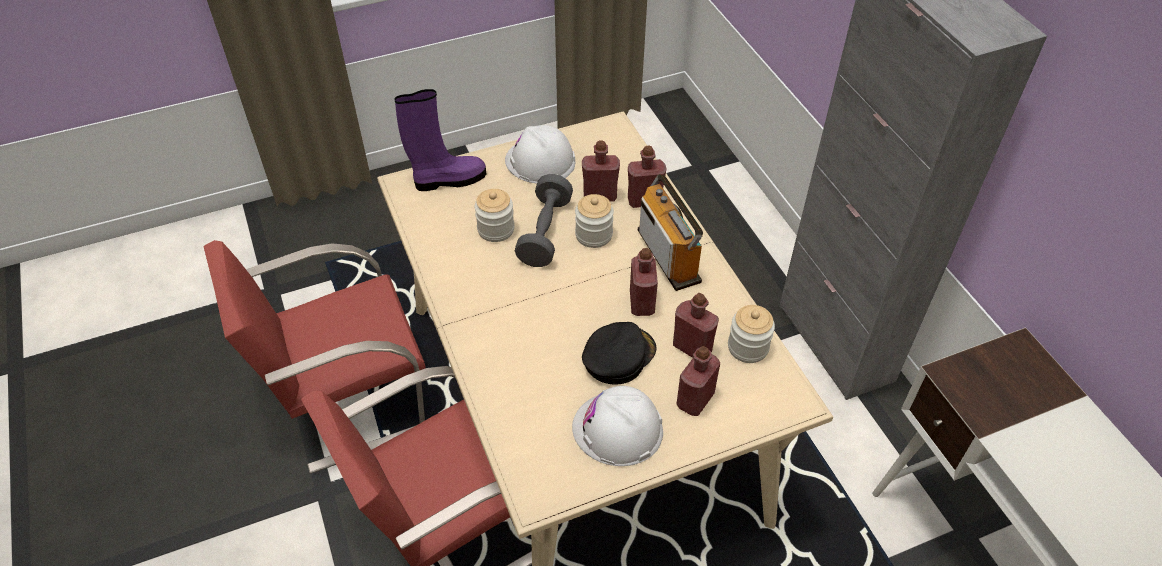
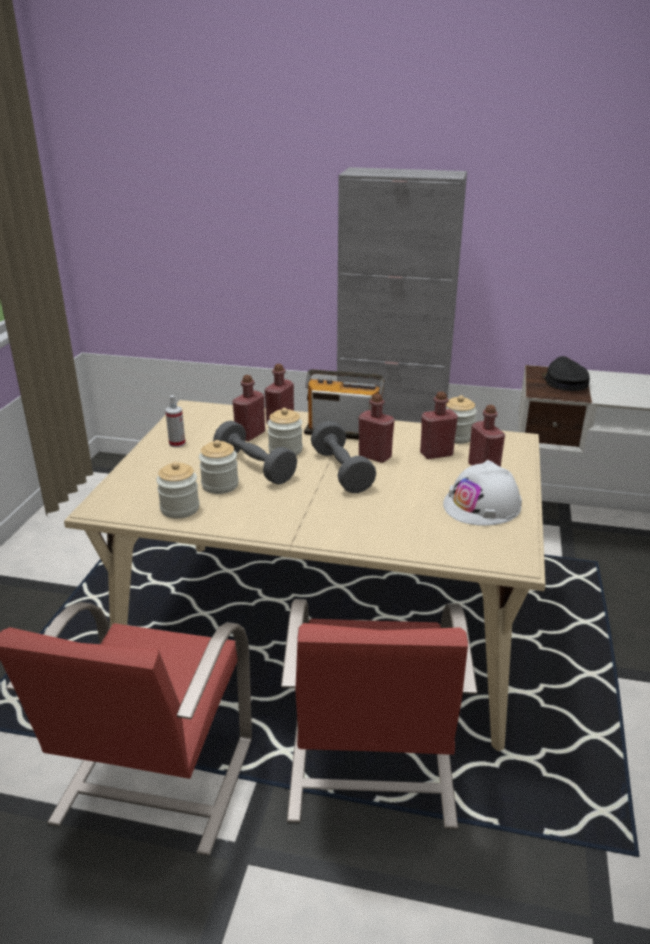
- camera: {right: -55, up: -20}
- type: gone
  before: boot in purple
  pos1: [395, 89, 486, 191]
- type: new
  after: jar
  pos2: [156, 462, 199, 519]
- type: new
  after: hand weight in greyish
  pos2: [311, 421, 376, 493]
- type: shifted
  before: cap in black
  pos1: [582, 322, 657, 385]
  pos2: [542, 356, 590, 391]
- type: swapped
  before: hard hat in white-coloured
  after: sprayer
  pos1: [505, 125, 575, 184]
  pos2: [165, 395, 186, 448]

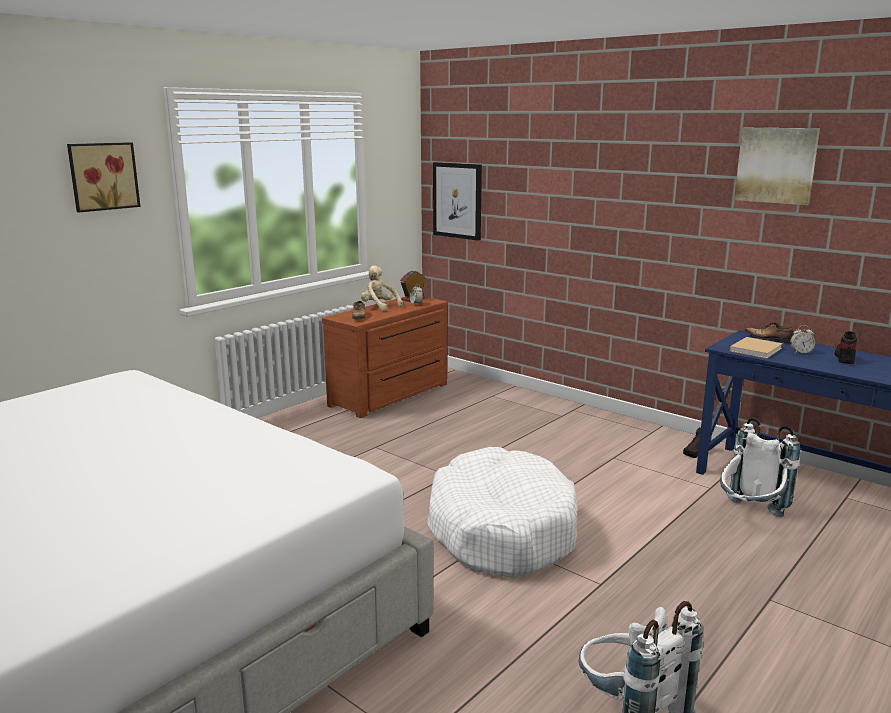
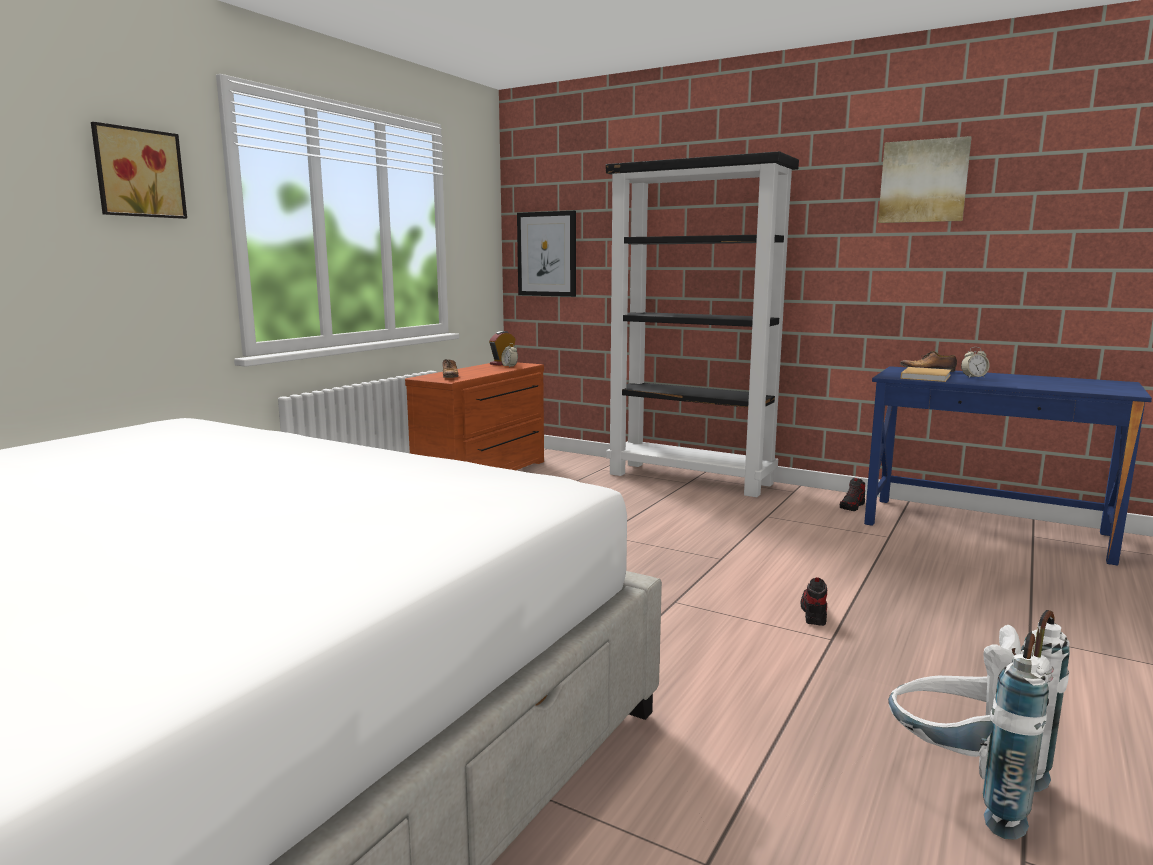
- camera: {right: -10, up: -5}
- type: gone
  before: soft toy in sand-coloured
  pos1: [361, 266, 403, 311]
- type: gone
  before: pet bed in white-coloured
  pos1: [427, 447, 577, 578]
- type: gone
  before: rucksack in white-coloured
  pos1: [720, 417, 800, 517]
- type: new
  after: bookcase in black
  pos2: [606, 151, 799, 497]
- type: shifted
  before: item of footwear
  pos1: [835, 331, 857, 364]
  pos2: [801, 577, 827, 626]

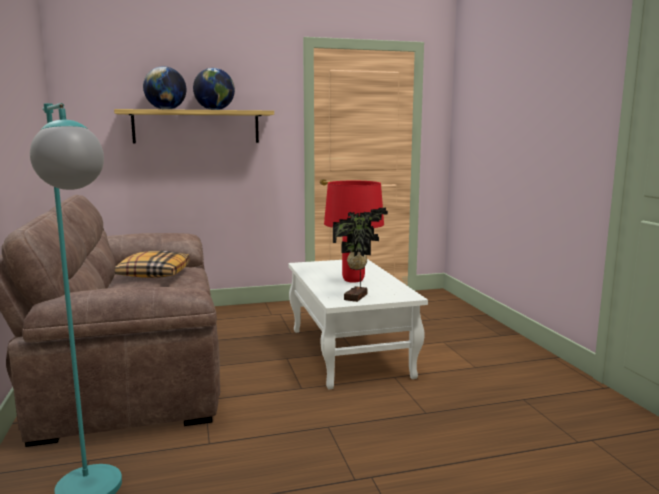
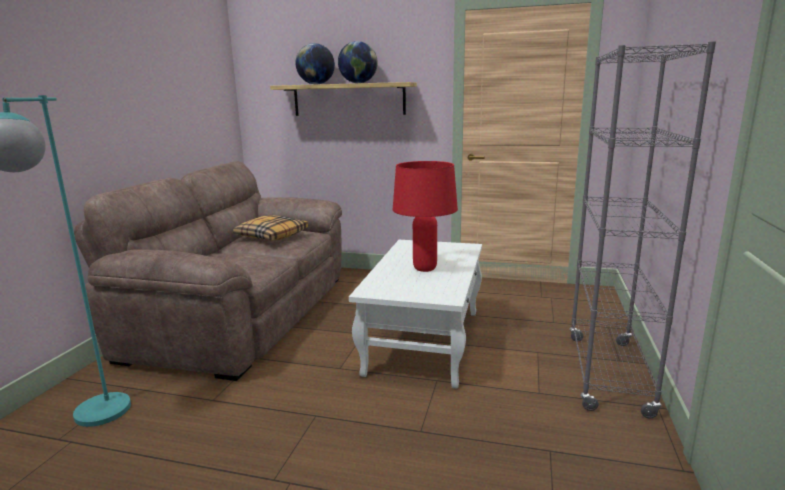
- camera: {right: 30, up: 5}
- type: gone
  before: potted plant
  pos1: [333, 208, 388, 302]
- type: new
  after: bookcase in greyish
  pos2: [569, 41, 716, 418]

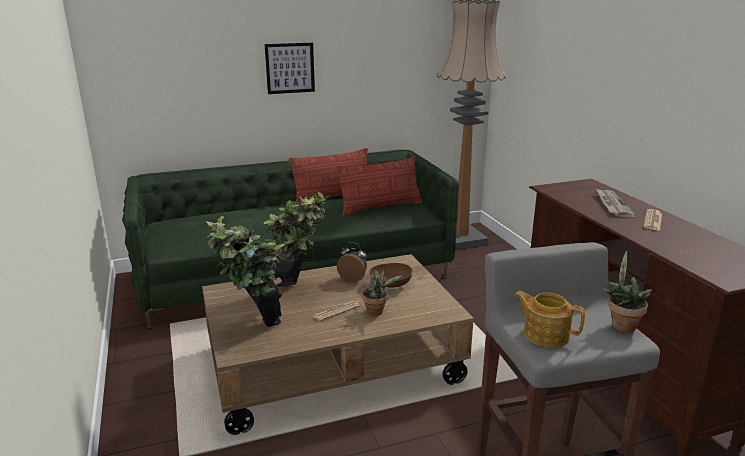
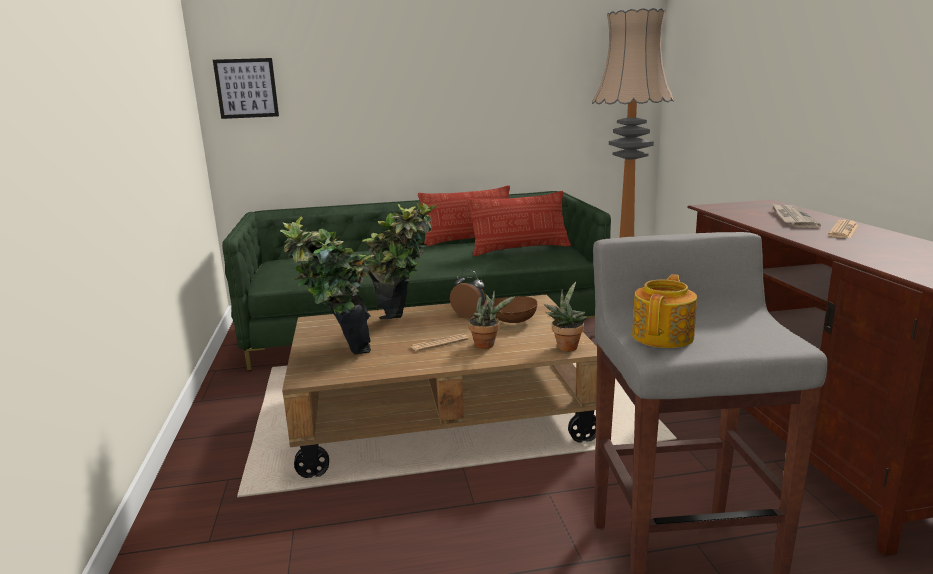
- camera: {right: 10, up: -5}
- type: shifted
  before: picture
  pos1: [265, 43, 315, 94]
  pos2: [213, 58, 279, 119]
- type: shifted
  before: potted plant
  pos1: [602, 251, 653, 333]
  pos2: [544, 282, 588, 351]
- type: rotated
  before: teapot
  pos1: [514, 291, 585, 347]
  pos2: [632, 274, 697, 348]
  turn: 75

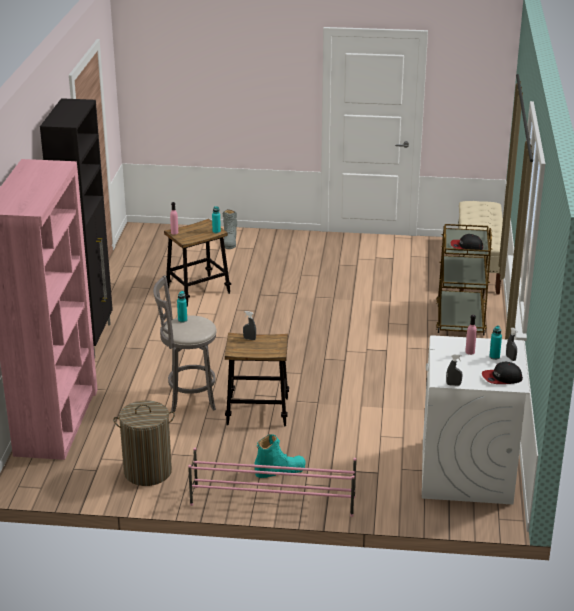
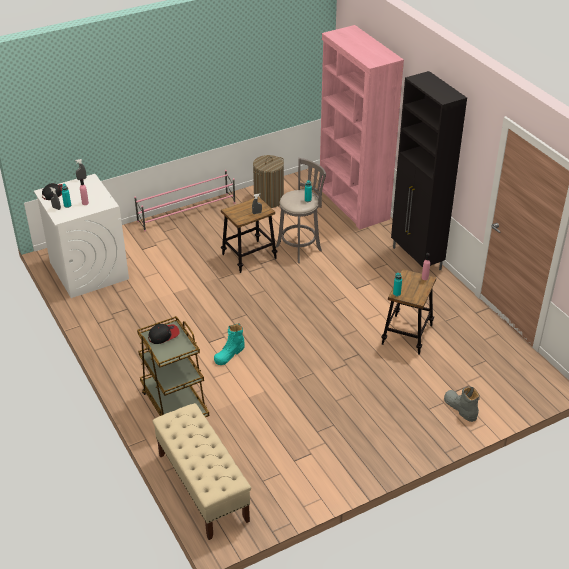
- camera: {right: 145, up: 10}
- type: shifted
  before: boot in blue-green
  pos1: [254, 434, 306, 478]
  pos2: [214, 324, 245, 365]

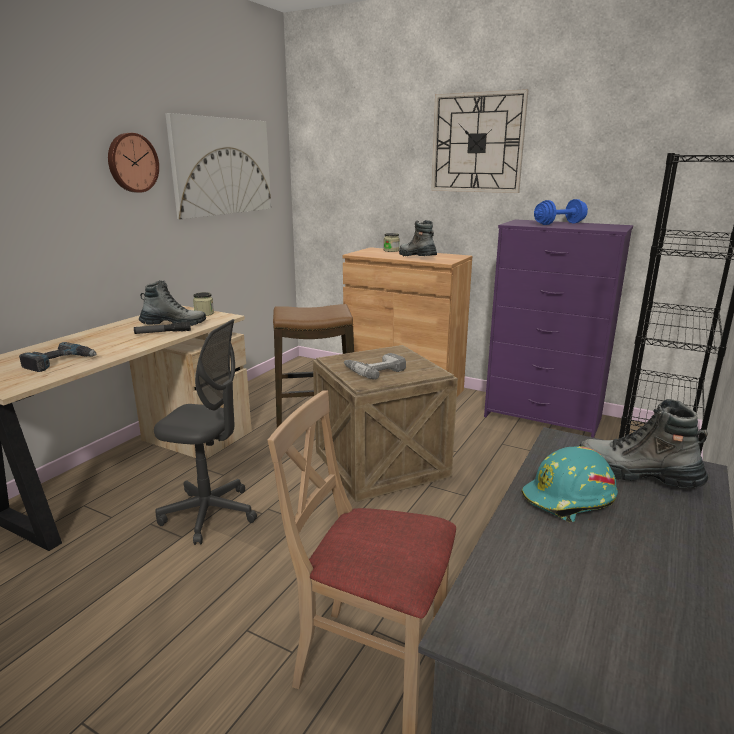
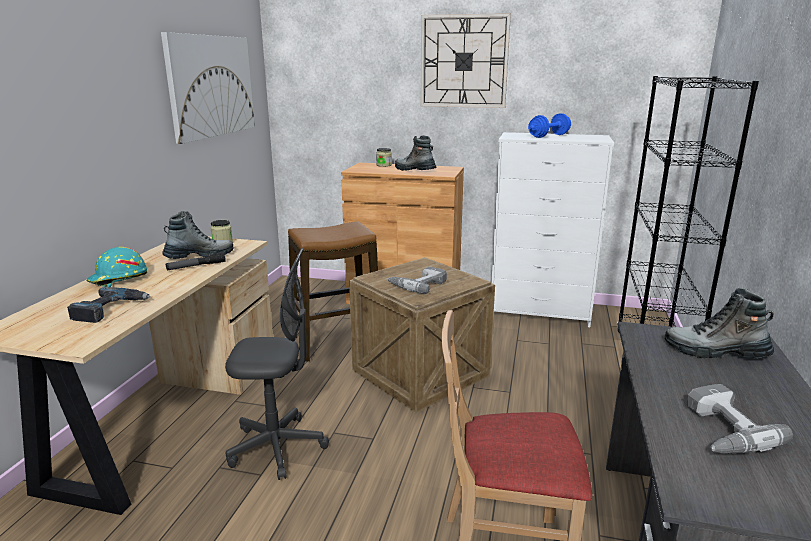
- camera: {right: -15, up: 0}
- type: gone
  before: clock on the wall
  pos1: [108, 133, 159, 193]
- type: new
  after: power drill
  pos2: [686, 384, 793, 454]
- type: shifted
  before: hard hat in blue-green
  pos1: [521, 446, 618, 522]
  pos2: [87, 247, 147, 287]
- type: repainted
  before: chest of drawers in purple
  after: chest of drawers in white-coloured
  pos1: [484, 219, 633, 438]
  pos2: [491, 132, 614, 327]

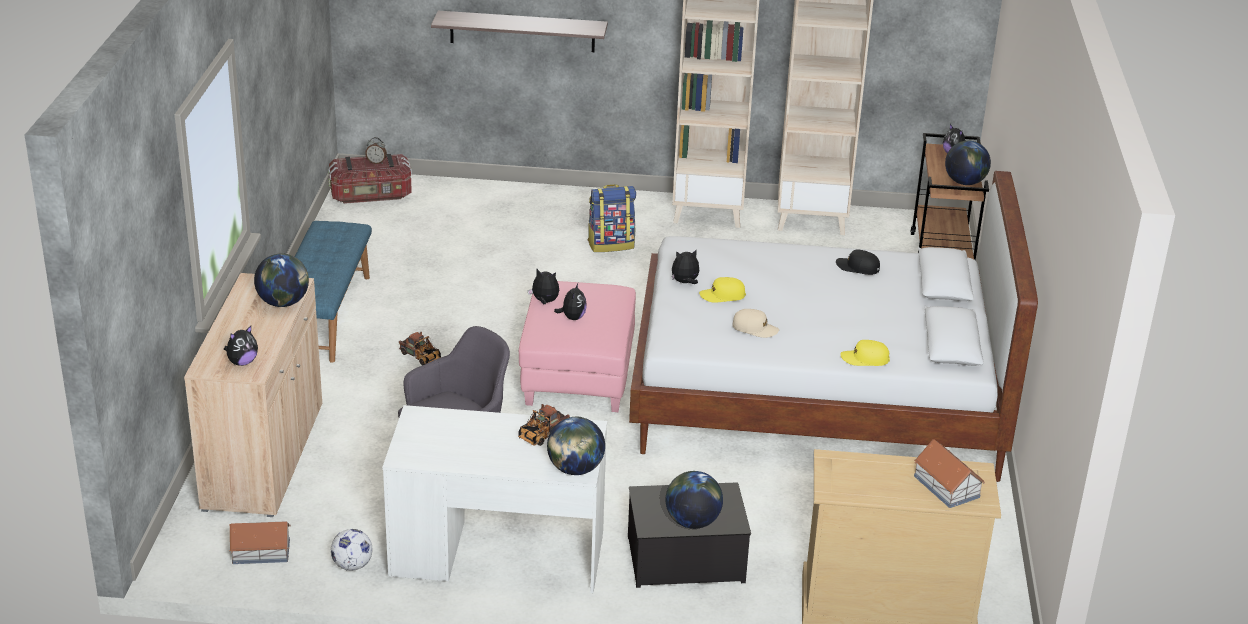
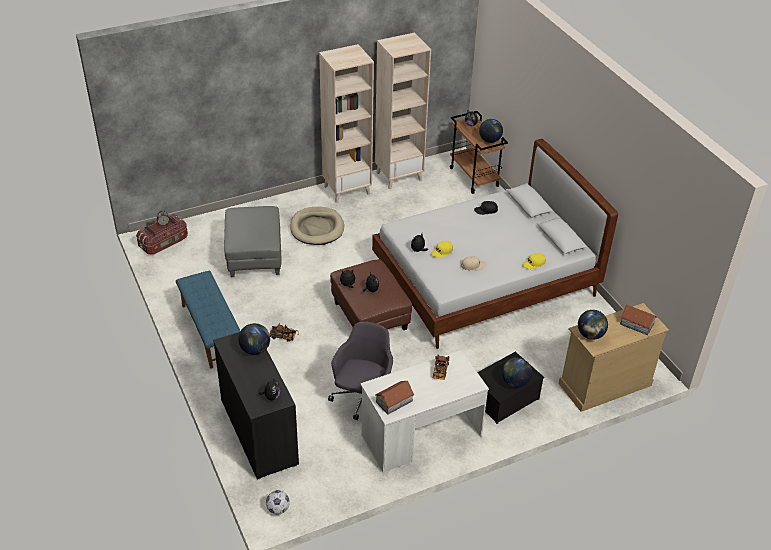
- camera: {right: -30, up: 10}
- type: gone
  before: shelf
  pos1: [431, 11, 608, 52]
- type: new
  after: footrest in greyish
  pos2: [224, 206, 281, 277]
- type: shifted
  before: miniature house
  pos1: [229, 521, 291, 564]
  pos2: [375, 381, 414, 415]
- type: shifted
  before: football
  pos1: [331, 529, 373, 571]
  pos2: [266, 490, 290, 515]
- type: shifted
  before: world globe
  pos1: [547, 417, 605, 475]
  pos2: [578, 310, 608, 340]
- type: swapped
  before: rucksack
  after: pet bed in sand-coloured
  pos1: [587, 184, 636, 252]
  pos2: [290, 207, 344, 245]
- type: repainted
  before: cupboard in sand-coloured
  after: cupboard in black
  pos1: [184, 273, 322, 517]
  pos2: [213, 332, 299, 480]
- type: repainted
  before: footrest in pink
  after: footrest in brownish
  pos1: [519, 281, 636, 412]
  pos2: [330, 259, 412, 330]

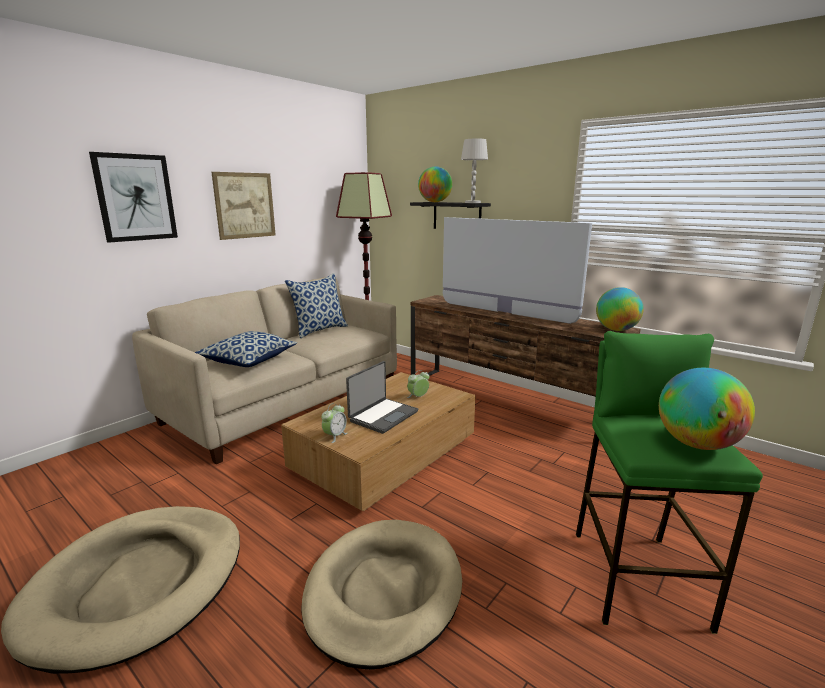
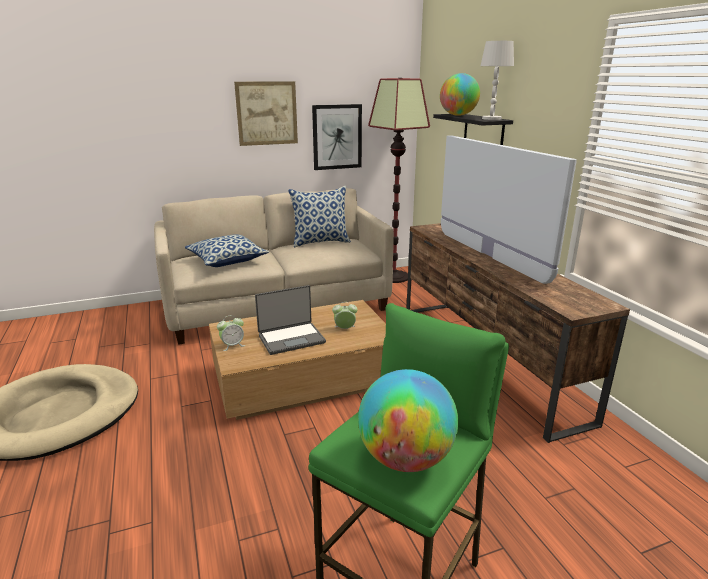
- camera: {right: 30, up: 5}
- type: gone
  before: pet bed in sand-coloured
  pos1: [301, 520, 462, 670]
- type: gone
  before: world globe
  pos1: [596, 287, 644, 331]
- type: shifted
  before: picture
  pos1: [89, 152, 178, 243]
  pos2: [312, 104, 362, 170]

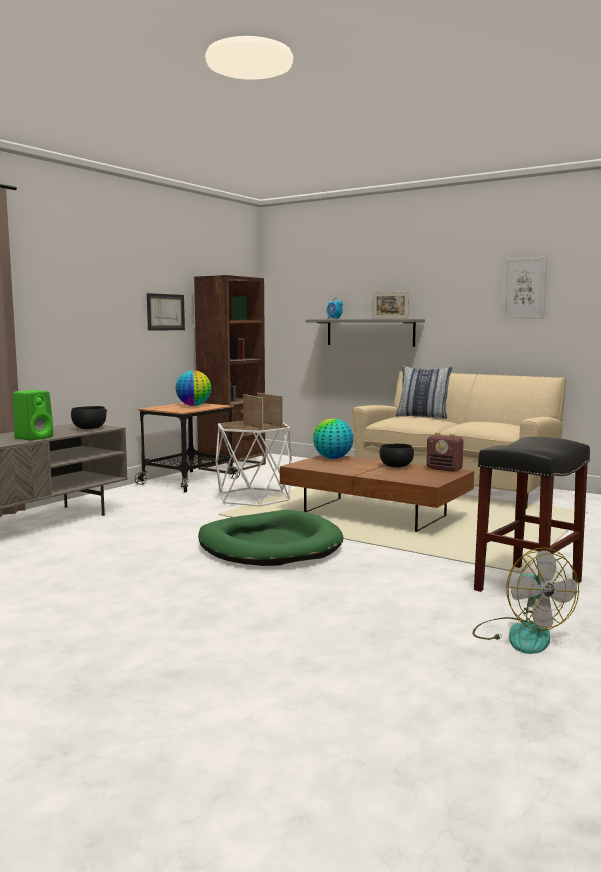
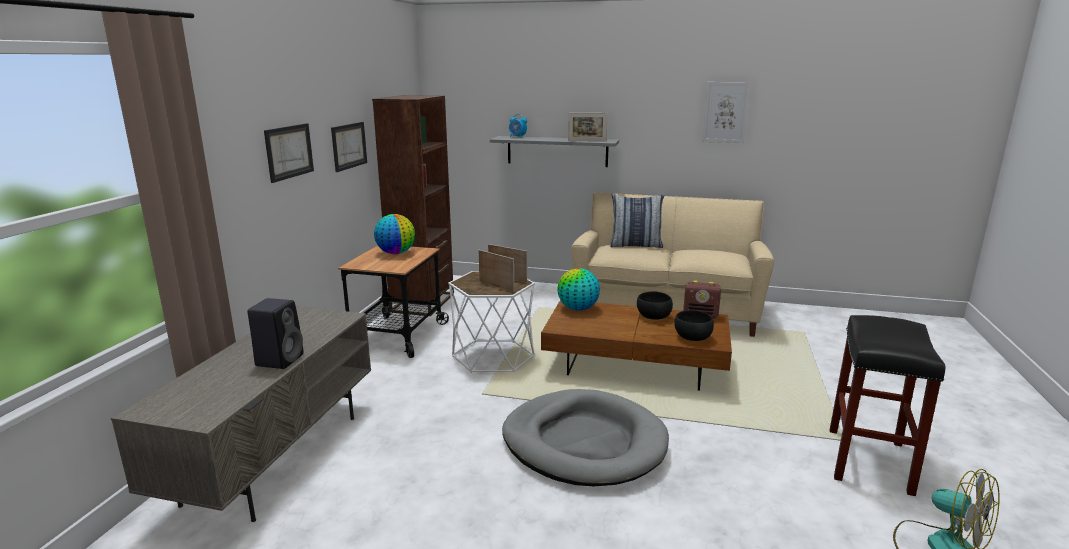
- camera: {right: -20, up: 10}
- type: new
  after: picture
  pos2: [264, 123, 314, 183]
- type: shifted
  before: deep dish in black
  pos1: [71, 406, 107, 429]
  pos2: [674, 310, 714, 341]
- type: repainted
  before: loudspeaker in greenish
  after: loudspeaker in black
  pos1: [13, 390, 53, 441]
  pos2: [247, 298, 304, 369]
- type: repainted
  before: pet bed in greenish
  after: pet bed in greyish
  pos1: [198, 510, 343, 566]
  pos2: [502, 389, 669, 486]

